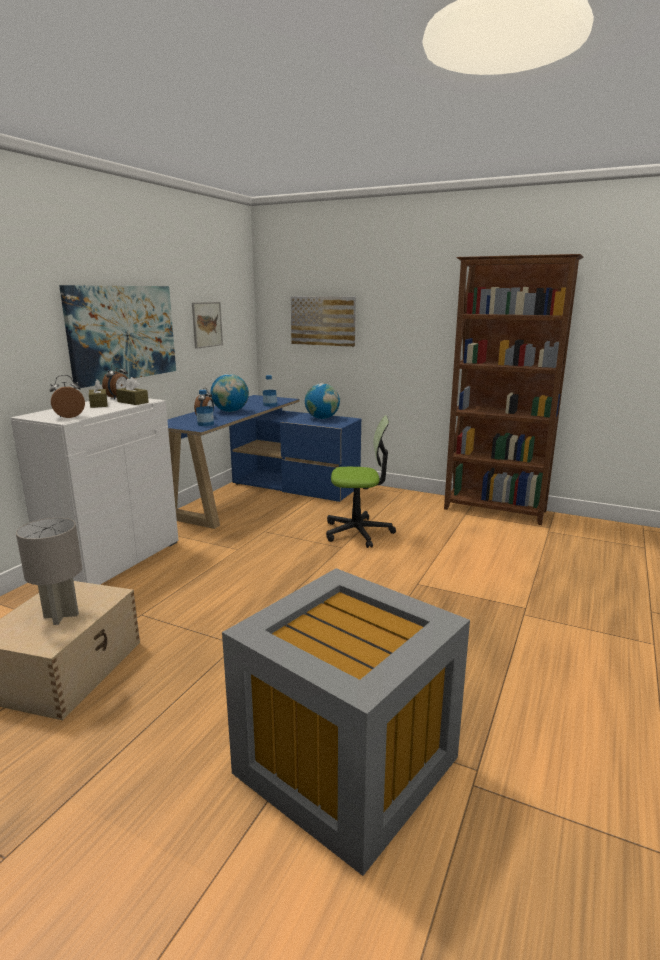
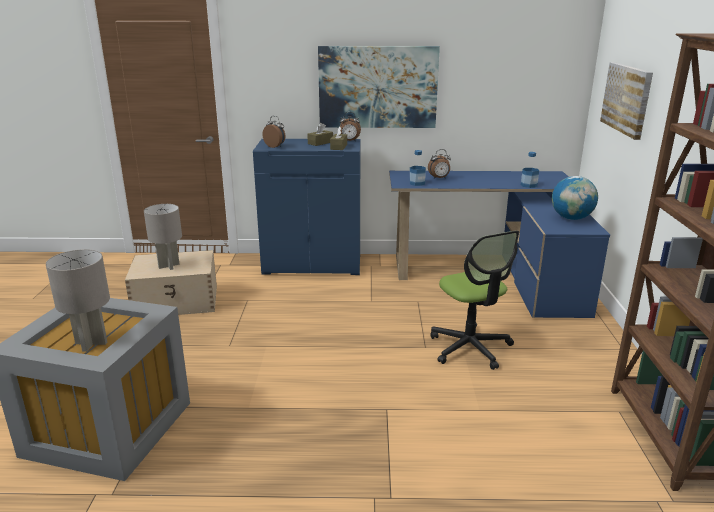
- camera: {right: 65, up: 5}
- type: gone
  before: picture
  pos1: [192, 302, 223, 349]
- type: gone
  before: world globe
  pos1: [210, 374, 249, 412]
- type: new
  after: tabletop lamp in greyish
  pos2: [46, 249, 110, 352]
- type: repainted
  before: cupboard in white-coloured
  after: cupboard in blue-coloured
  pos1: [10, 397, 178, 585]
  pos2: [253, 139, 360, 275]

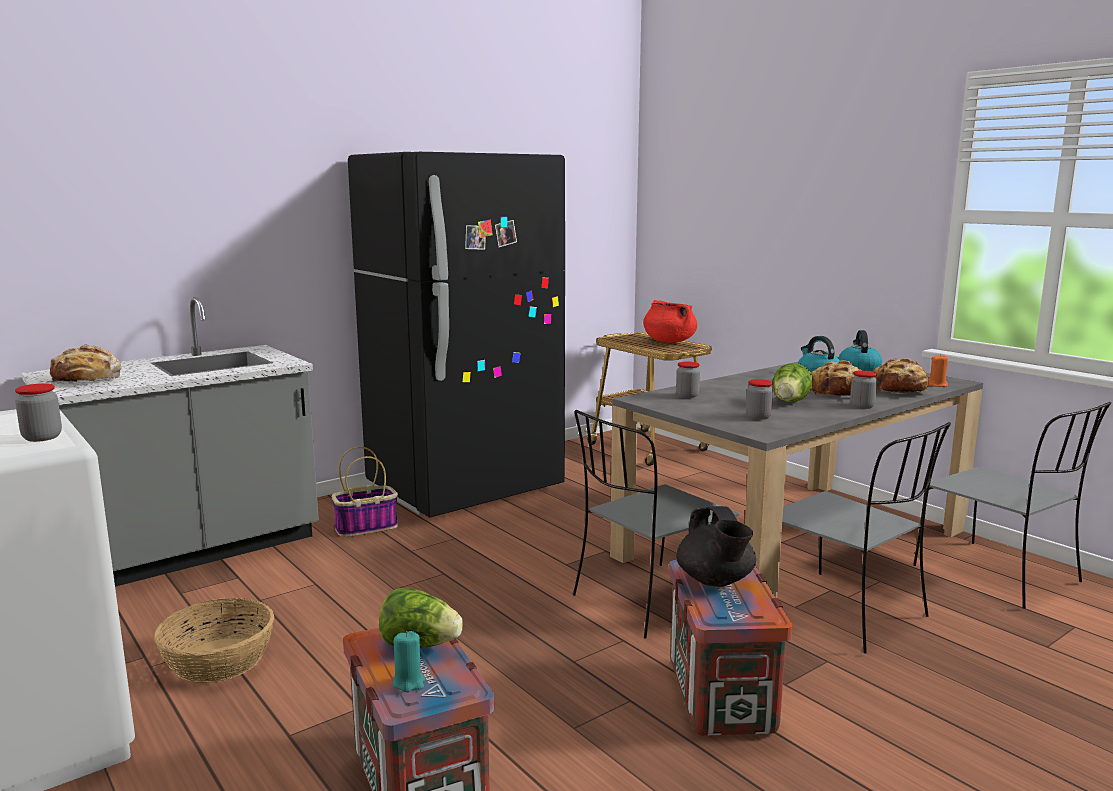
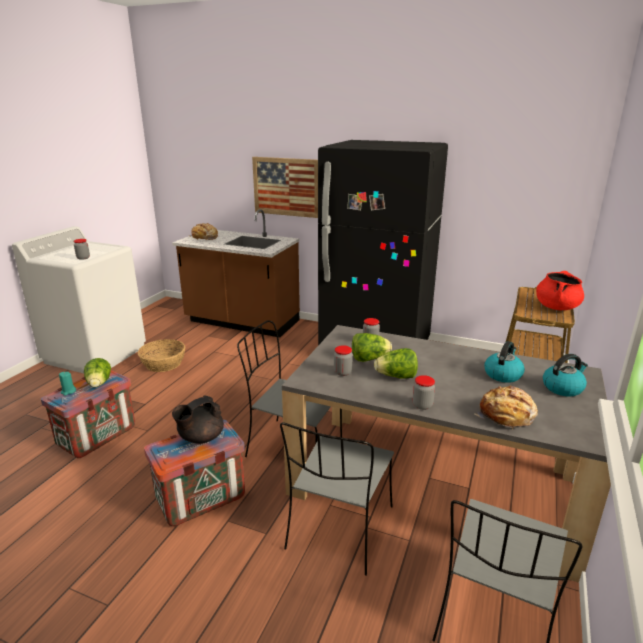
- camera: {right: 60, up: 10}
- type: gone
  before: household basket
  pos1: [331, 447, 398, 537]
- type: gone
  before: baked bread
  pos1: [811, 360, 861, 397]
- type: gone
  before: candle in orange
  pos1: [928, 354, 948, 387]
- type: new
  after: picture
  pos2: [252, 157, 318, 218]
- type: new
  after: lettuce head
  pos2: [352, 333, 392, 362]
- type: repainted
  before: kitchen base unit in greyish
  after: kitchen base unit in brownish
  pos1: [21, 297, 319, 587]
  pos2: [172, 209, 300, 337]

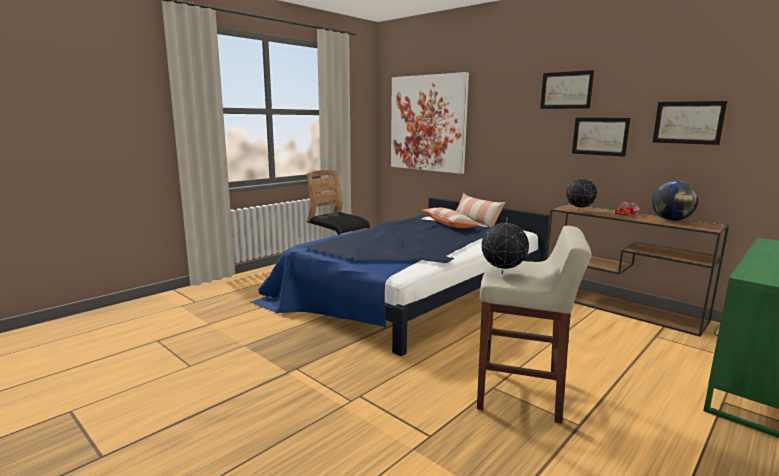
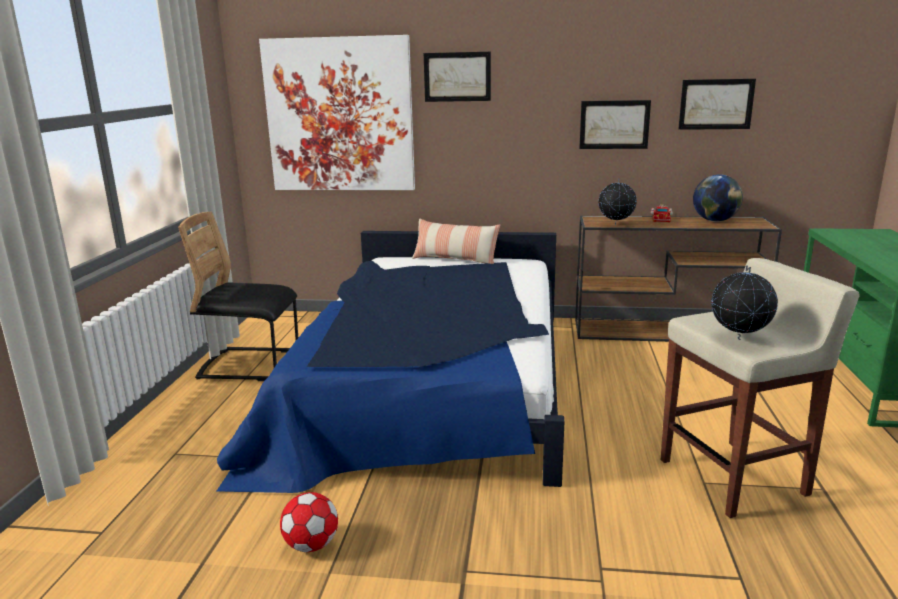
- camera: {right: -35, up: 5}
- type: gone
  before: pillow
  pos1: [422, 208, 480, 228]
- type: new
  after: football
  pos2: [280, 492, 338, 552]
- type: shifted
  before: picture
  pos1: [540, 70, 594, 109]
  pos2: [424, 52, 491, 102]

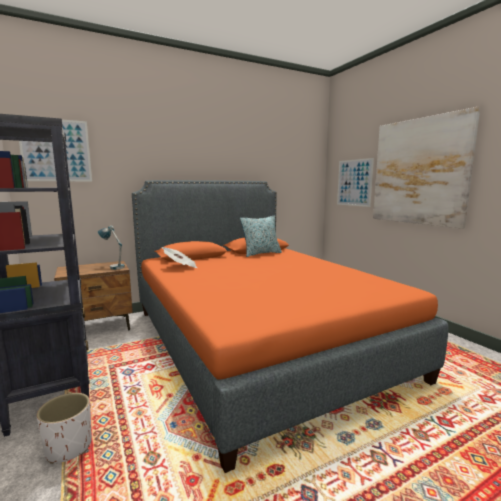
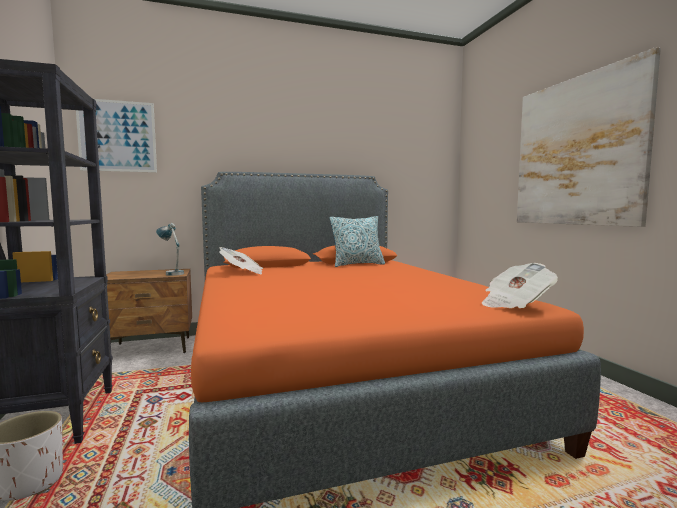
- camera: {right: 10, up: -5}
- type: gone
  before: picture
  pos1: [337, 158, 374, 207]
- type: new
  after: newspaper
  pos2: [482, 263, 558, 308]

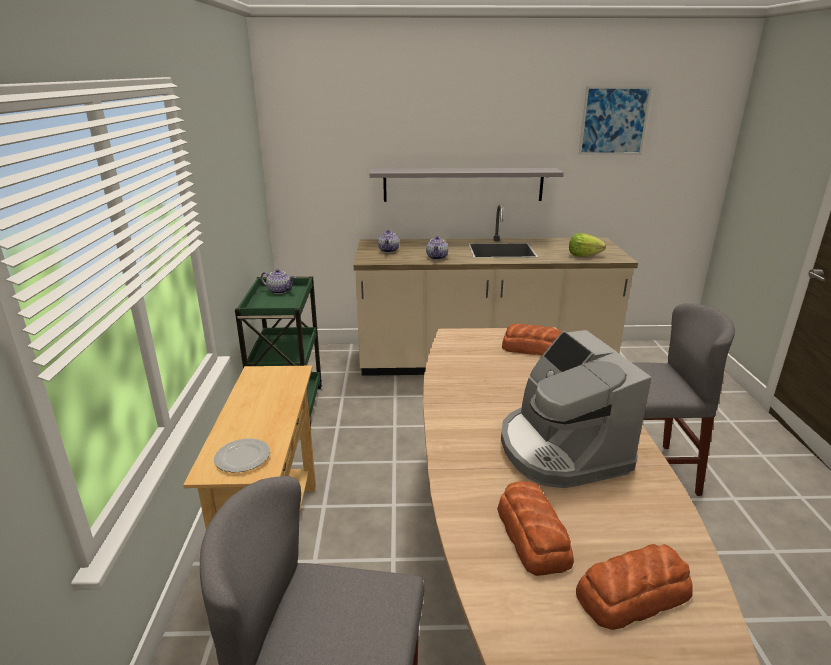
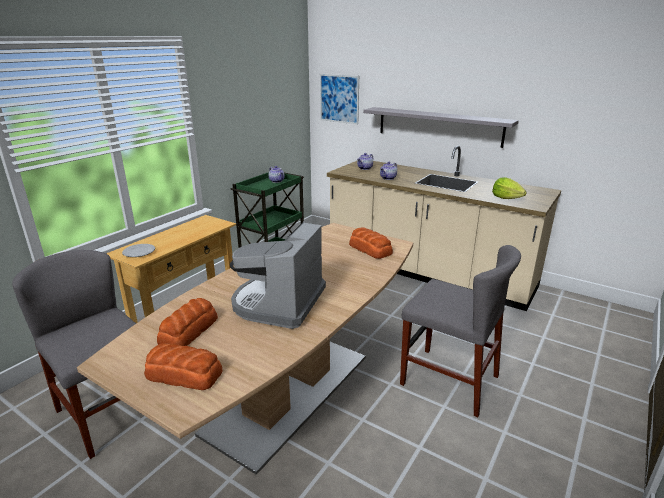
- camera: {right: 35, up: 0}
- type: shifted
  before: picture
  pos1: [579, 86, 652, 155]
  pos2: [320, 74, 359, 124]

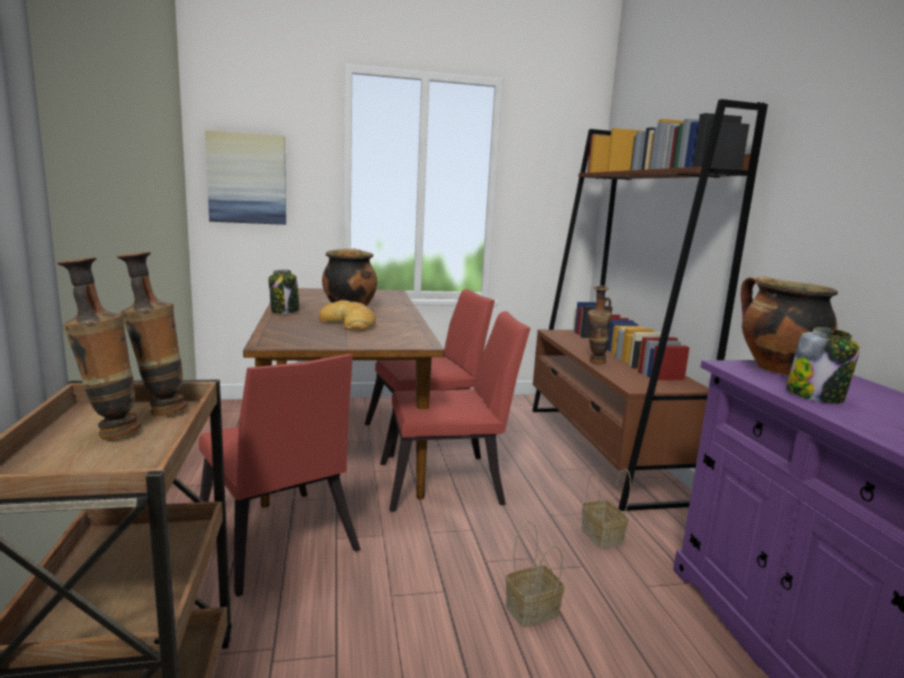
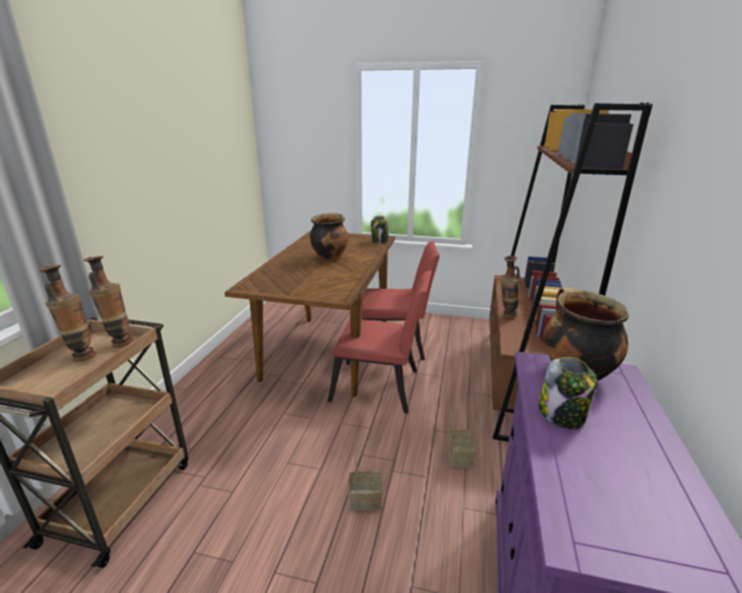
- camera: {right: 25, up: 10}
- type: gone
  before: upright chair in reddish
  pos1: [199, 354, 361, 597]
- type: gone
  before: picture
  pos1: [205, 130, 286, 225]
- type: gone
  before: baked bread
  pos1: [319, 300, 376, 331]
- type: shifted
  before: jar
  pos1: [269, 269, 299, 314]
  pos2: [371, 216, 389, 244]

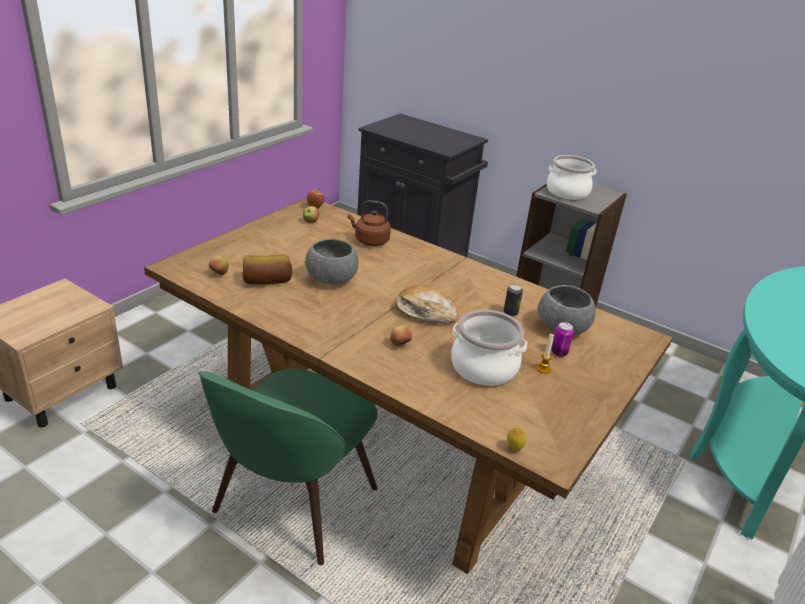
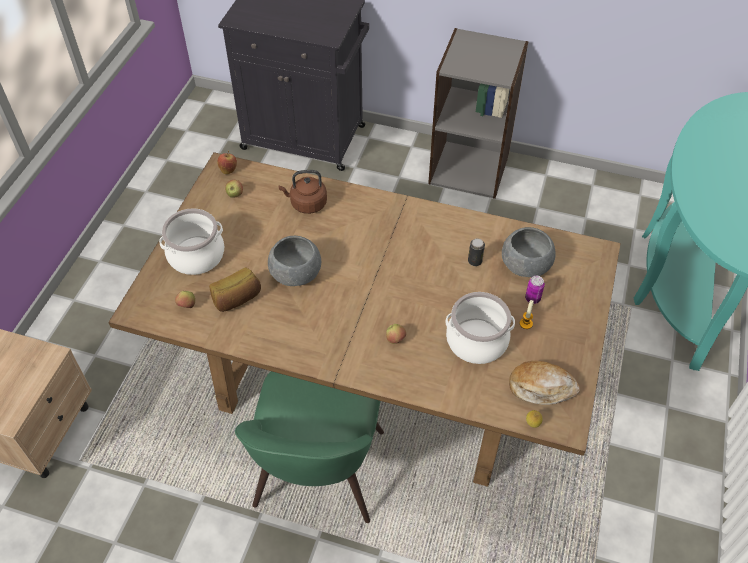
- camera: {right: -15, up: 20}
- type: shifted
  before: baked bread
  pos1: [395, 285, 458, 324]
  pos2: [509, 361, 580, 405]
- type: shifted
  before: cooking pot
  pos1: [547, 155, 597, 200]
  pos2: [159, 208, 224, 275]

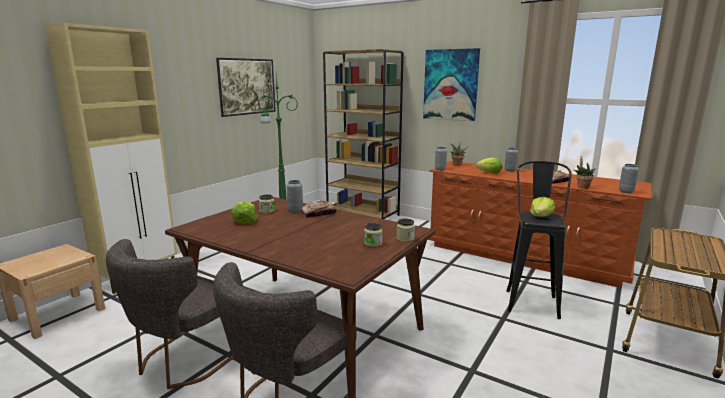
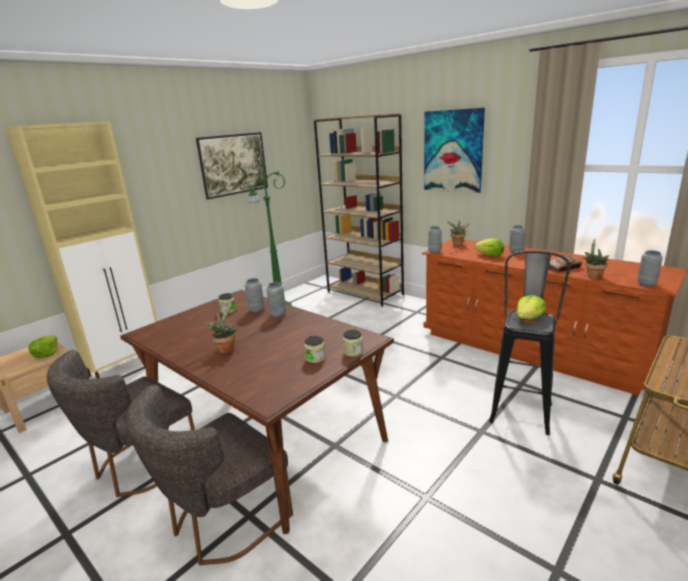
- camera: {right: 10, up: 5}
- type: new
  after: potted plant
  pos2: [203, 302, 237, 354]
- type: shifted
  before: lettuce head
  pos1: [231, 202, 257, 224]
  pos2: [28, 335, 58, 358]
- type: swapped
  before: baked bread
  after: decorative vase in greyish
  pos1: [301, 201, 337, 218]
  pos2: [266, 282, 286, 318]

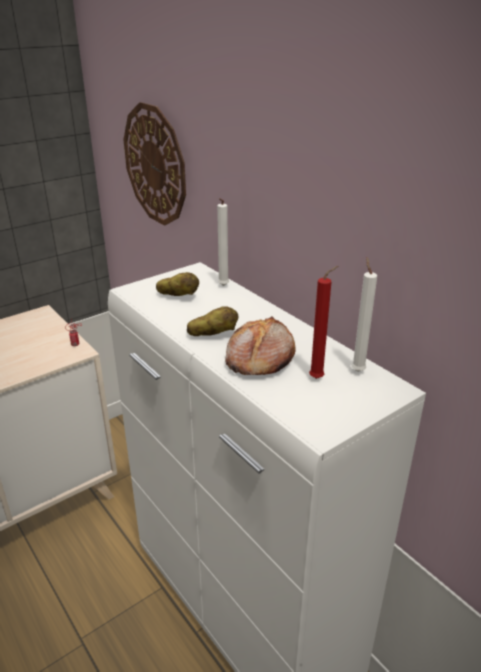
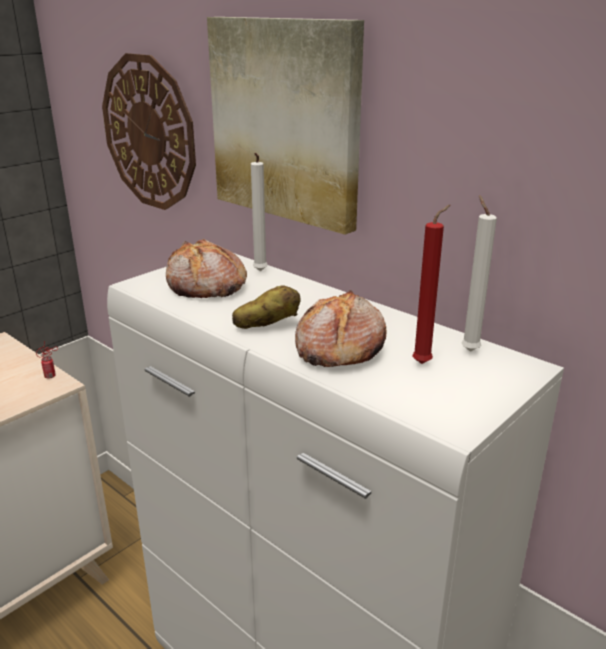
- camera: {right: -10, up: -5}
- type: new
  after: picture
  pos2: [207, 17, 364, 235]
- type: swapped
  before: whole potato
  after: baked bread
  pos1: [156, 272, 199, 296]
  pos2: [166, 239, 247, 298]

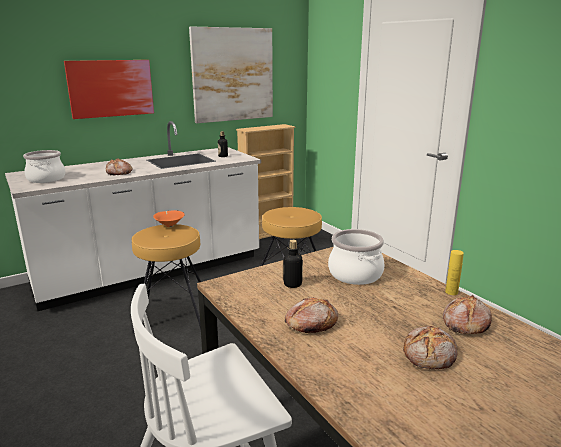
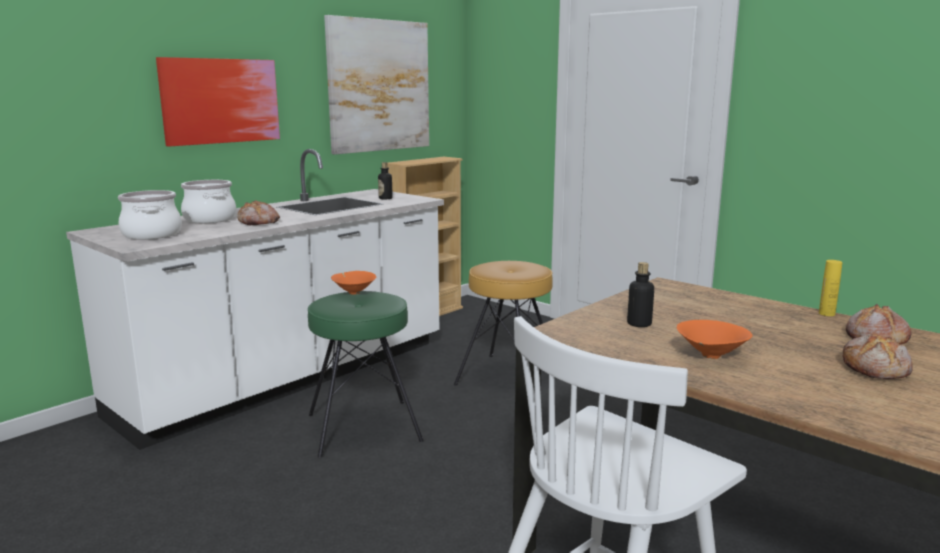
- camera: {right: -15, up: -5}
- type: shifted
  before: cooking pot
  pos1: [328, 229, 385, 285]
  pos2: [181, 180, 236, 223]
- type: swapped
  before: baked bread
  after: deep dish in orange
  pos1: [285, 297, 338, 333]
  pos2: [677, 320, 753, 359]
- type: repainted
  before: stool in brownish
  after: stool in greenish
  pos1: [132, 224, 201, 333]
  pos2: [308, 291, 424, 458]

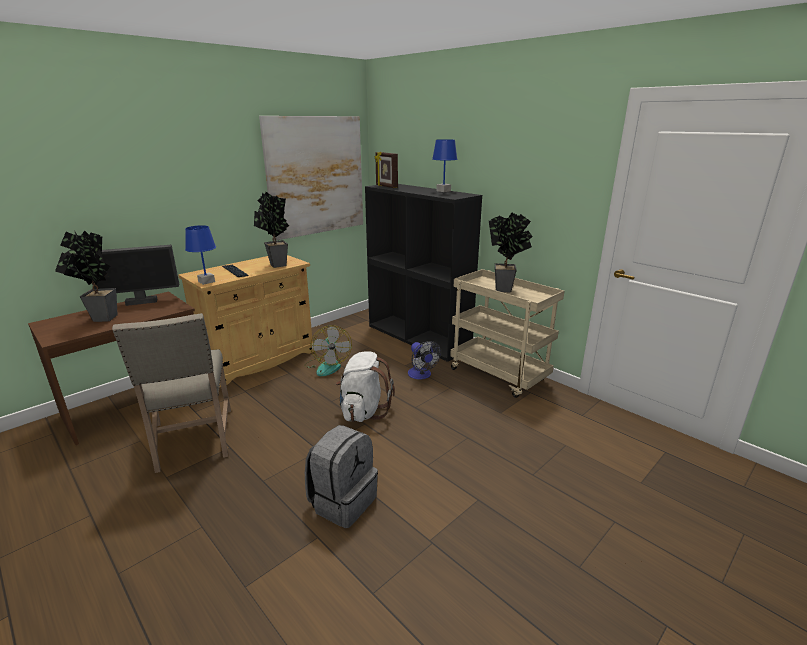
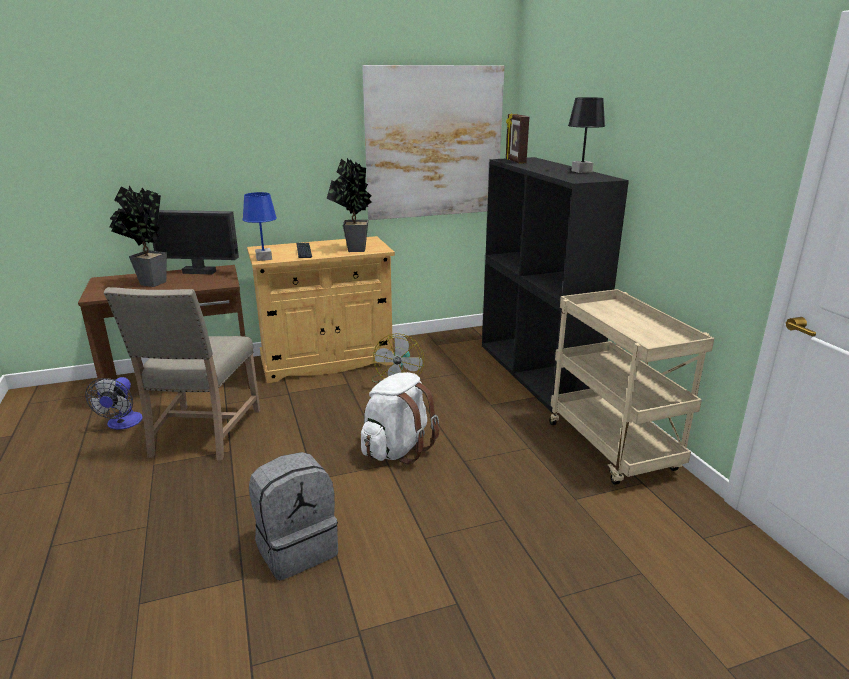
- camera: {right: 25, up: 0}
- type: gone
  before: potted plant
  pos1: [489, 212, 533, 292]
- type: shifted
  before: cooling fan
  pos1: [408, 341, 441, 380]
  pos2: [85, 377, 143, 430]
- type: repainted
  before: tabletop lamp in blue-coloured
  after: tabletop lamp in black
  pos1: [432, 139, 457, 192]
  pos2: [568, 97, 605, 173]

